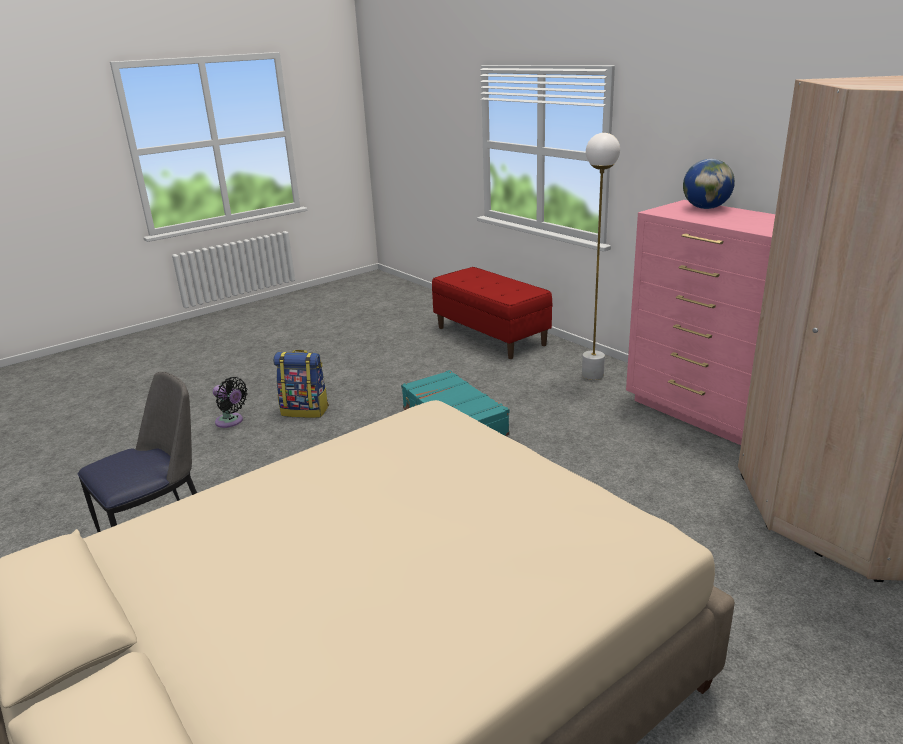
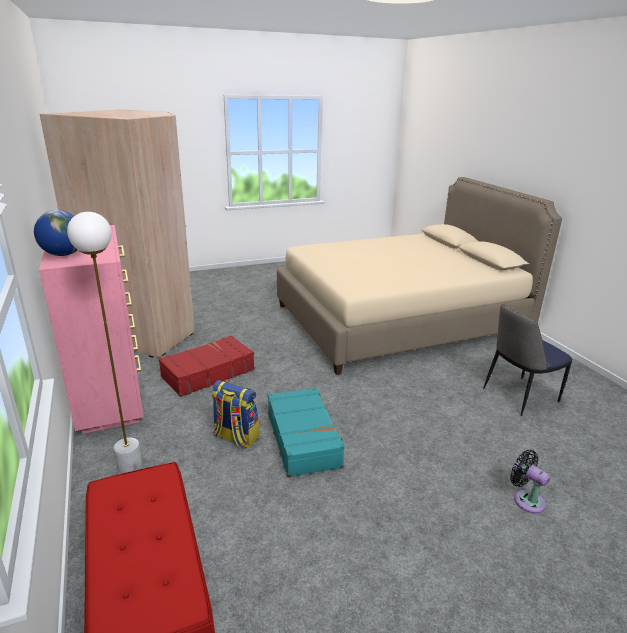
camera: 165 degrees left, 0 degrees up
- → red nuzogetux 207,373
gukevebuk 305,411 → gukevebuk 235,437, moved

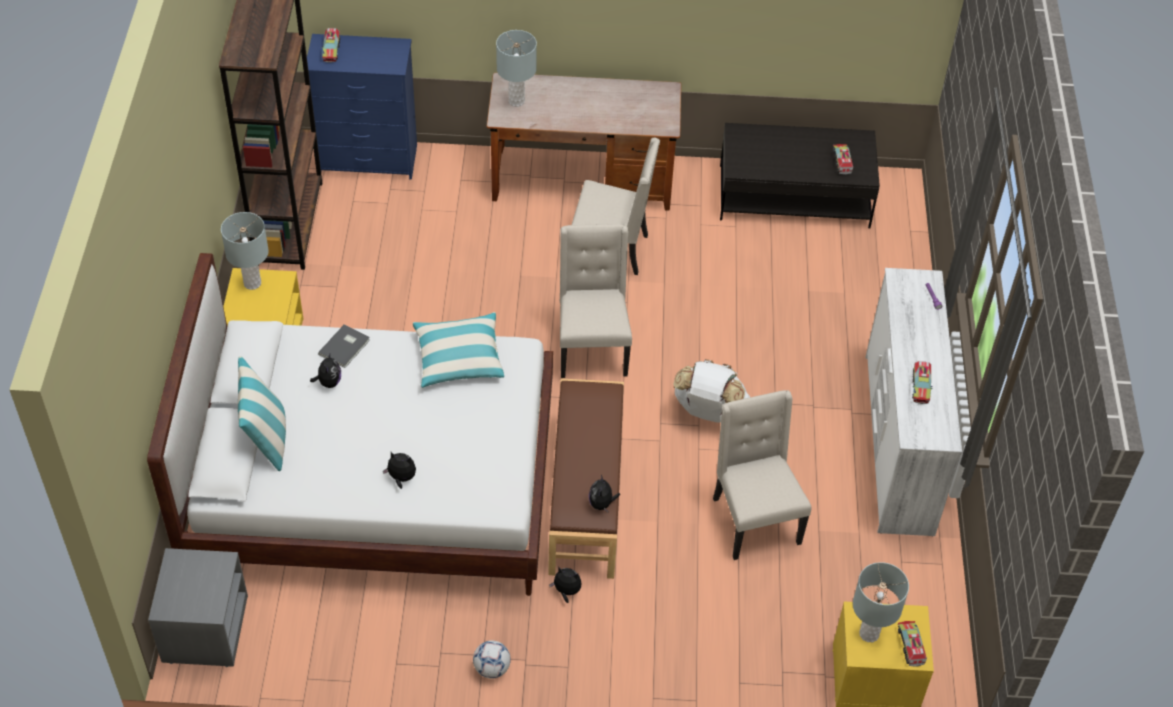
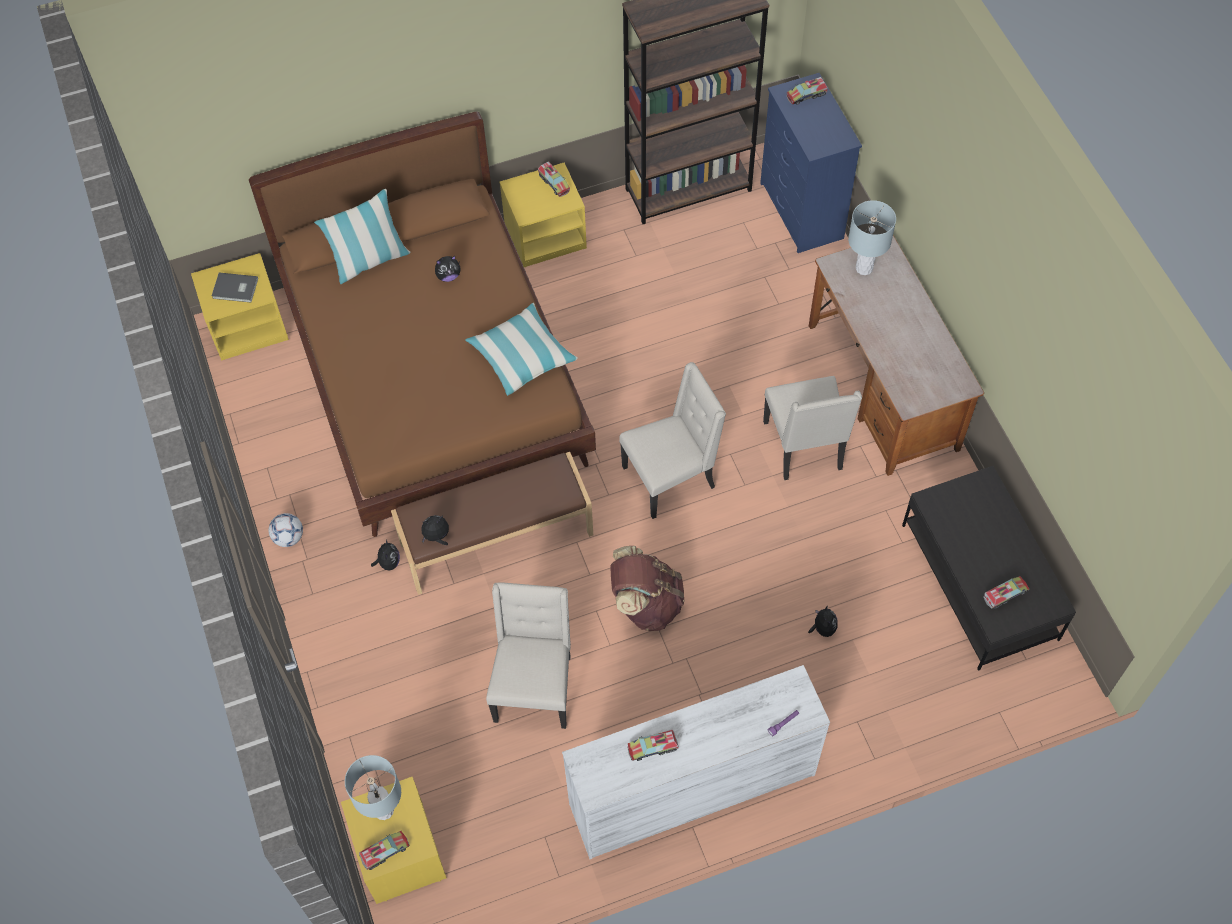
camera: 70 degrees right, 10 degrees up
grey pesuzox 345,347 → grey pesuzox 235,289, moved
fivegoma 401,478 → fivegoma 823,628, moved
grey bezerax 252,283 → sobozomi 554,183
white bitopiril 374,484 → brown bitopiril 436,376
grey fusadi 204,628 → yellow fusadi 248,326
white gukevebuk 708,411 → brown gukevebuk 646,603
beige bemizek 753,520 → beige bemizek 534,687, 45 degrees counterclockwise

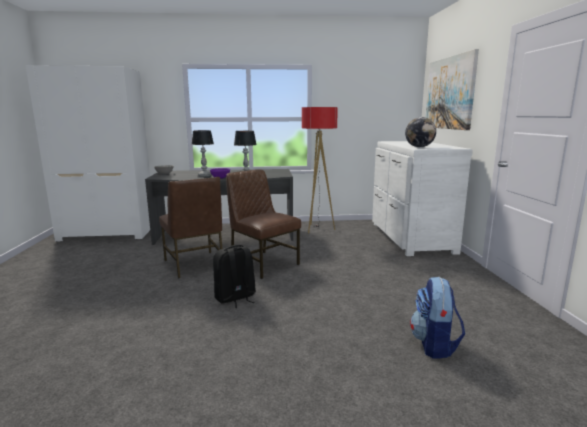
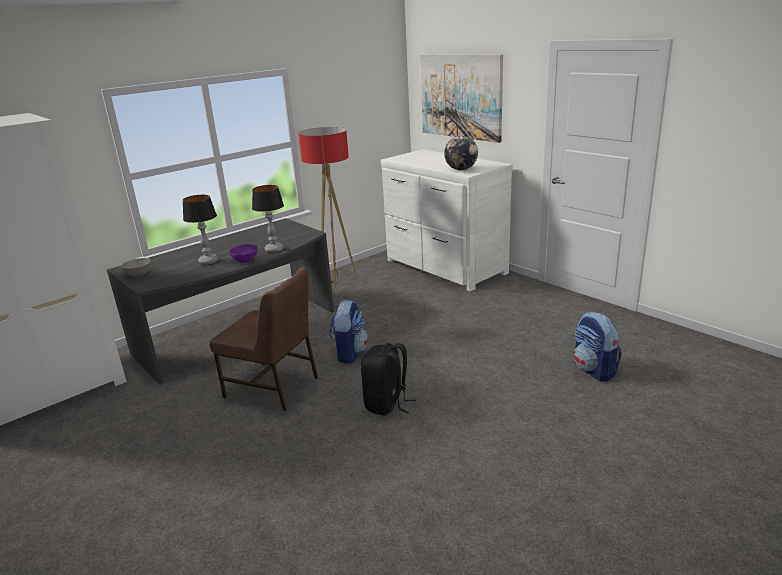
camera: 35 degrees left, 10 degrees up
brown bemizek 263,263 → gukevebuk 349,353

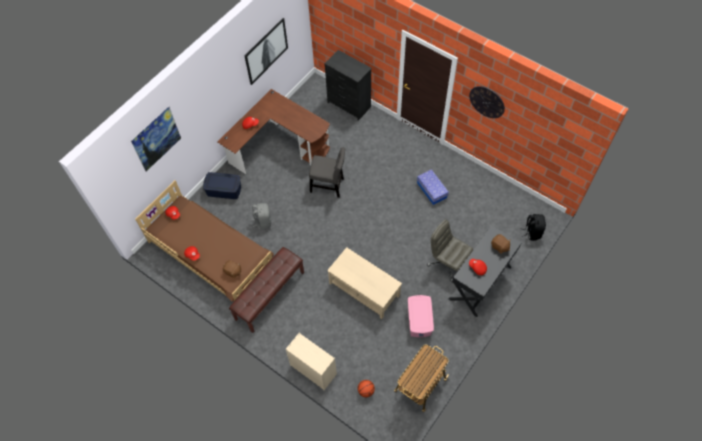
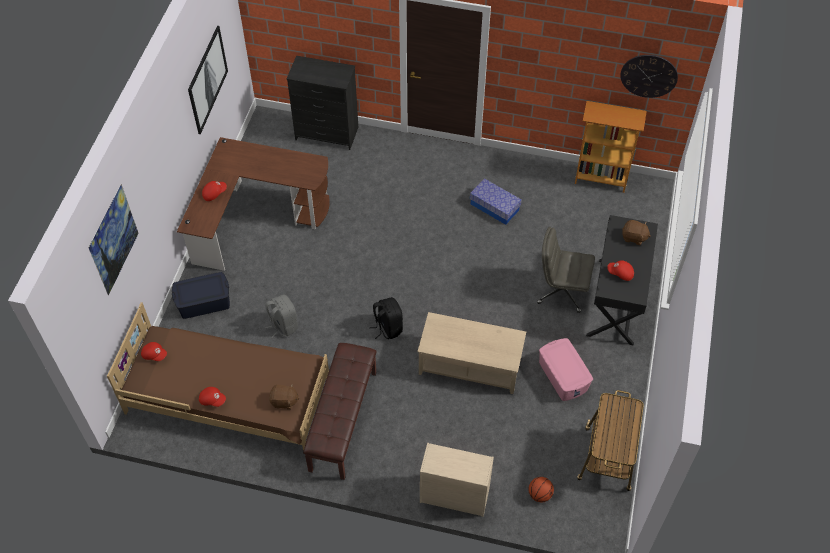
camera: 25 degrees left, 5 degrees down
grey bemizek 329,186 → -
- → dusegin 601,178
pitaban 487,102 → pitaban 649,75, moved
black gukevebuk 532,232 → black gukevebuk 387,327, moved

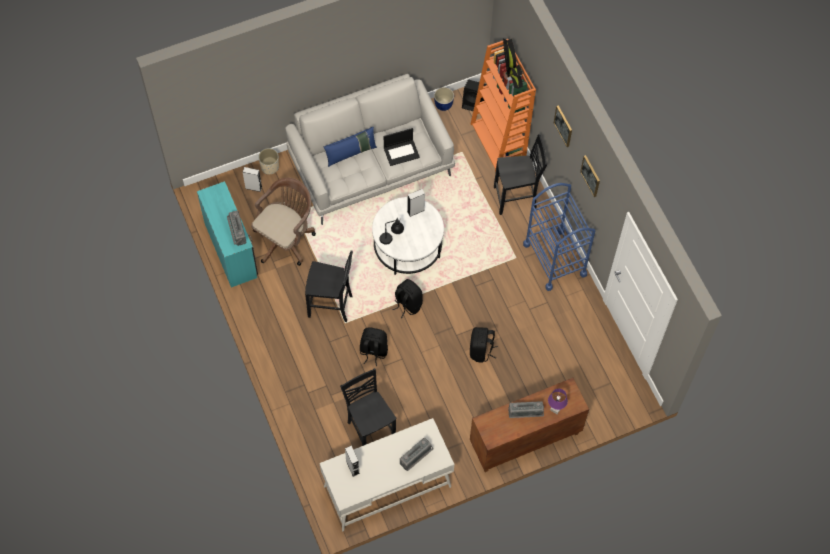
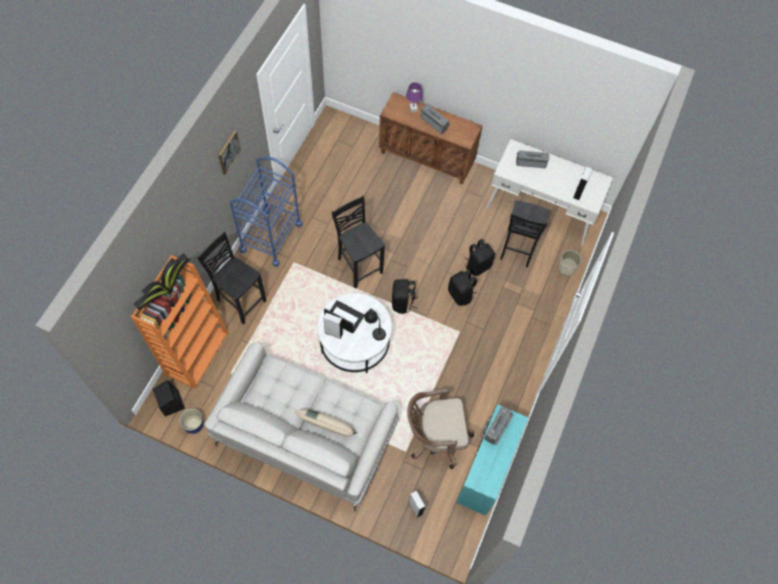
camera: 135 degrees left, 0 degrees up
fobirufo 563,126 → -
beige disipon 270,167 → beige disipon 566,268, moved
black bemizek 331,306 → black bemizek 359,265, moved
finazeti 401,152 → finazeti 344,317, moved
black gukevebuk 481,351 → black gukevebuk 478,265, moved
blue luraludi 351,153 → beige luraludi 327,426

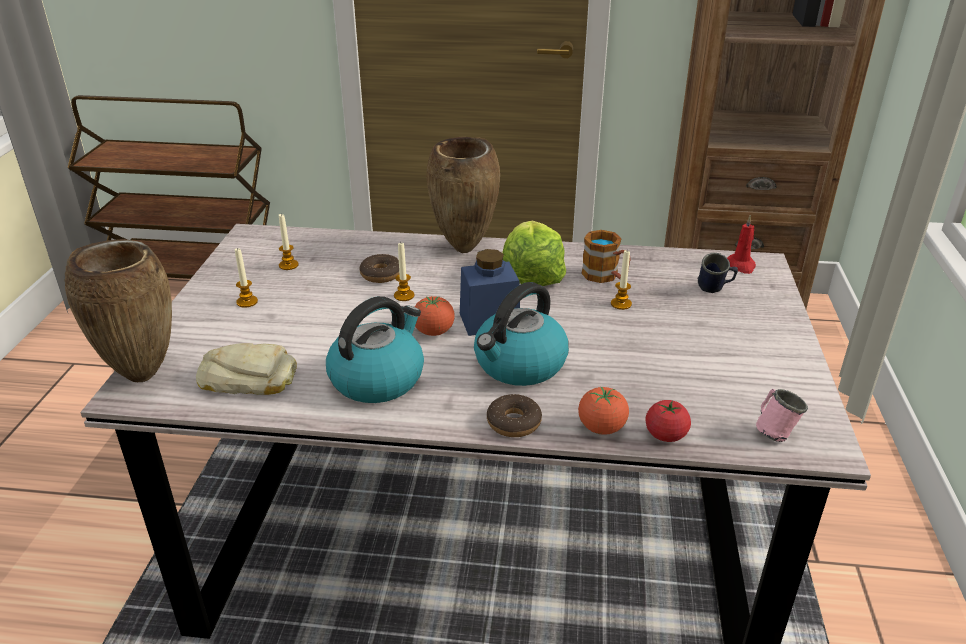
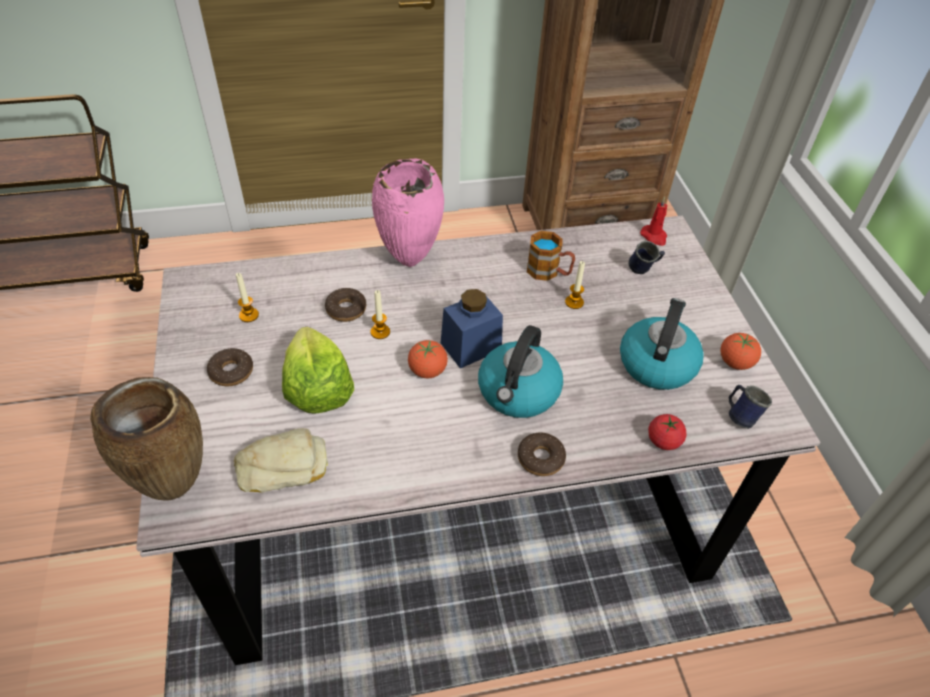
camera: 20 degrees left, 15 degrees up
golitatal 378,378 → golitatal 657,363, moved
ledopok 531,275 → ledopok 317,389, moved
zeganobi 601,428 → zeganobi 735,362, moved
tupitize 247,302 → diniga 231,372
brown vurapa 465,249 → pink vurapa 410,262
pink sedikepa 773,430 → blue sedikepa 740,416

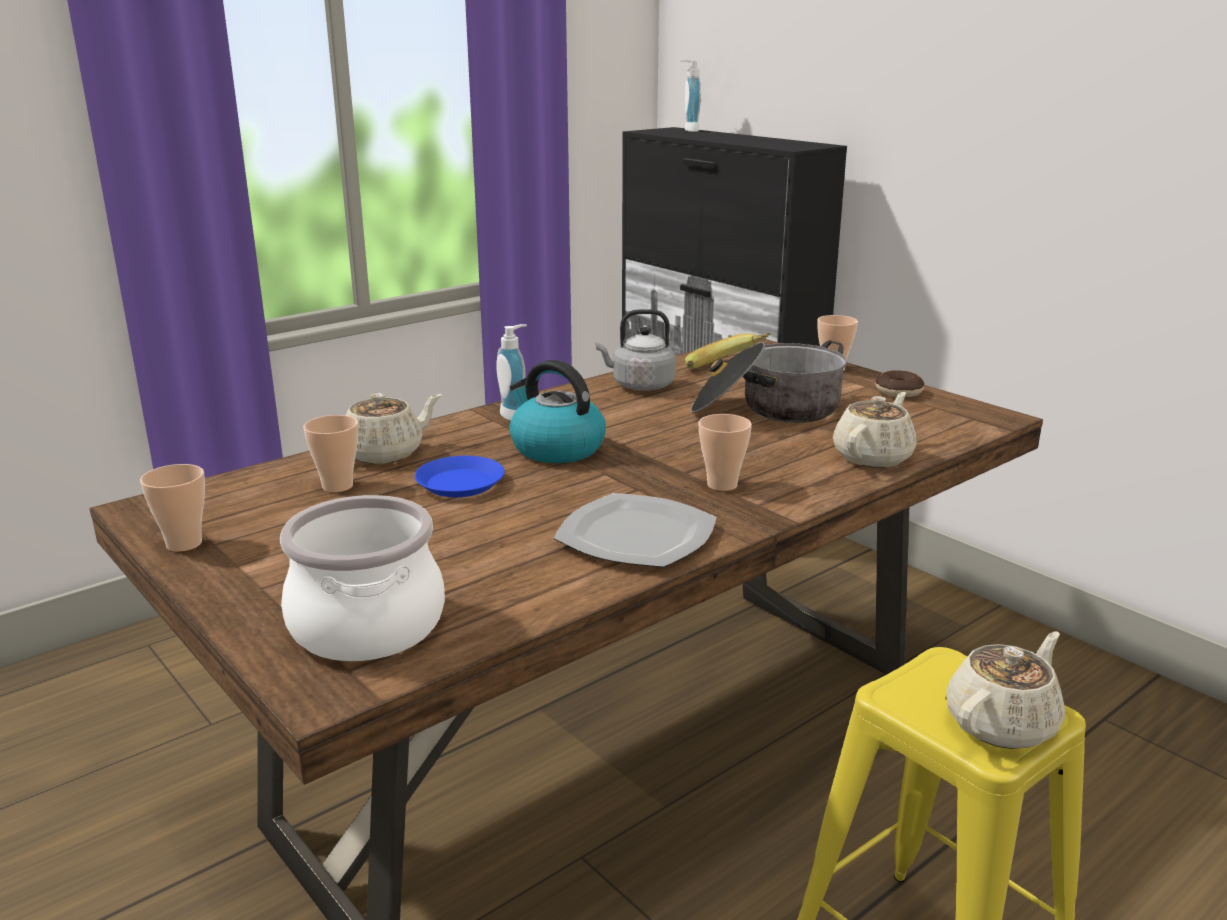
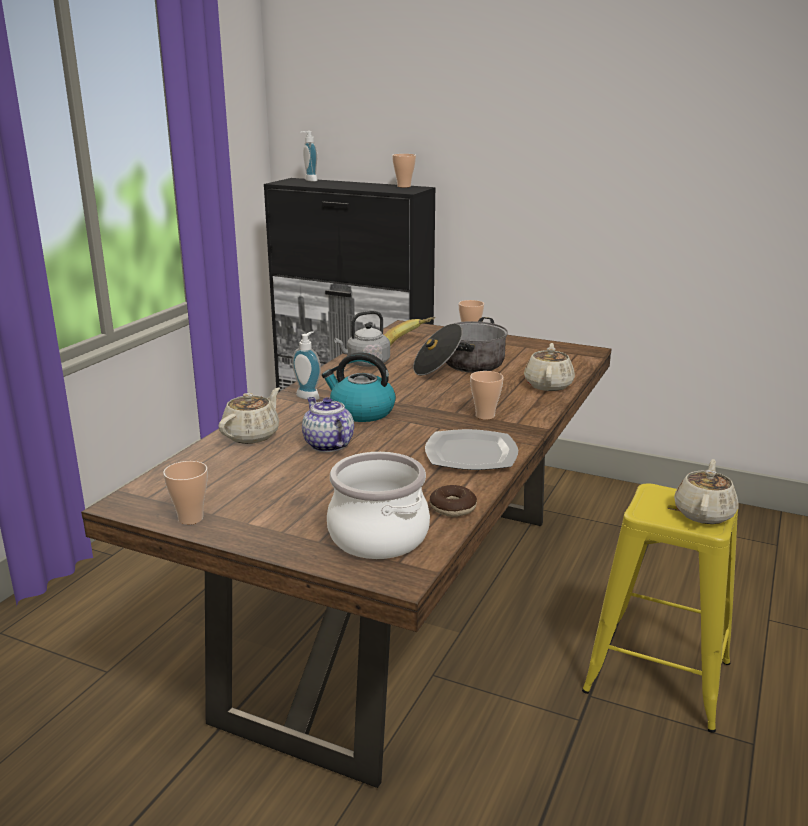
camera: 25 degrees left, 0 degrees up
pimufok 337,486 → pimufok 404,186, moved
diniga 898,392 → diniga 452,508, moved
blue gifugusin 459,483 → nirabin 327,444

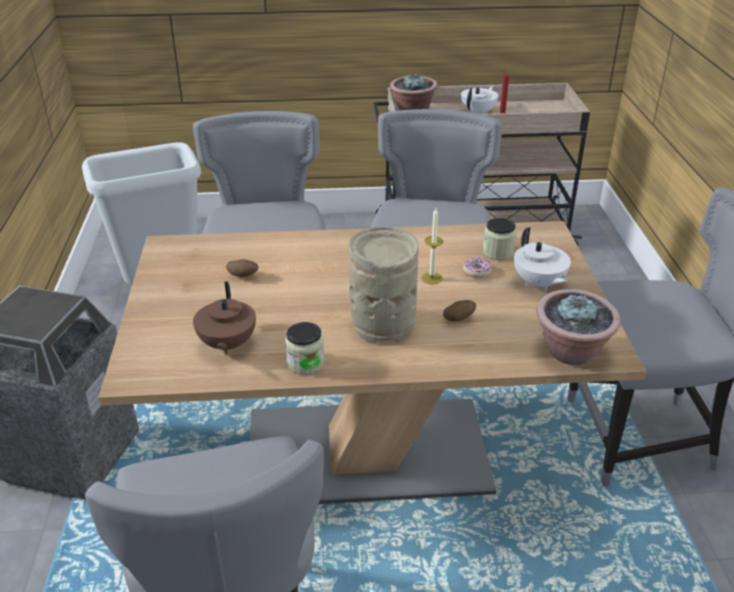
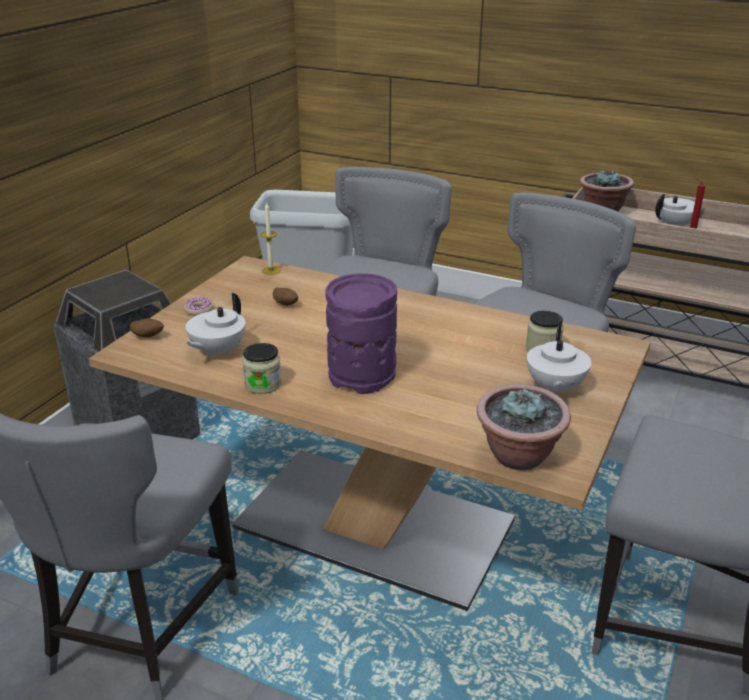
camera: 30 degrees right, 5 degrees down
tupitize 431,278 → tupitize 271,271, moved
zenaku 458,319 → zenaku 148,336, moved
diniga 476,271 → diniga 199,310, moved
brown nirabin 227,344 → white nirabin 217,351
beige vurapa 383,323 → purple vurapa 362,375

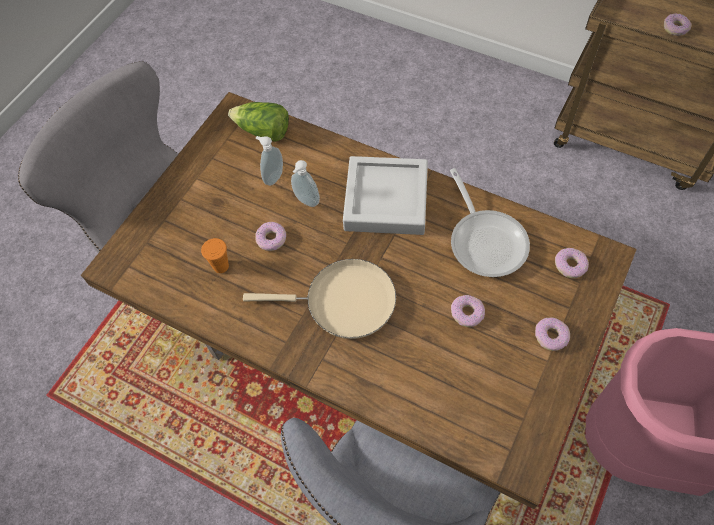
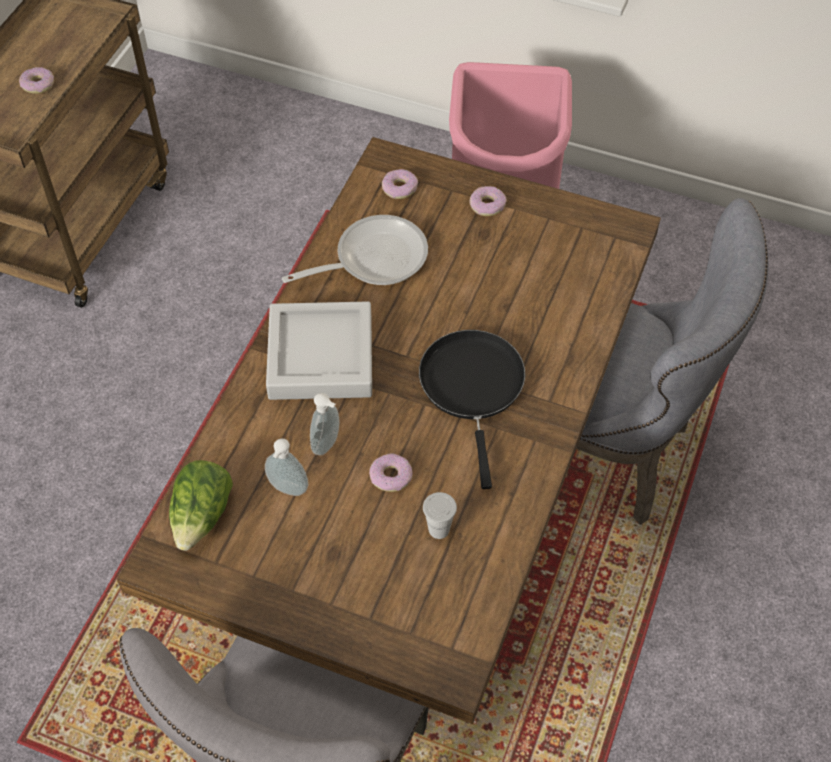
camera: 100 degrees left, 5 degrees down
diniga 467,313 → -
orange pimufok 221,266 → white pimufok 439,529
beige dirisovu 344,302 → black dirisovu 473,387

